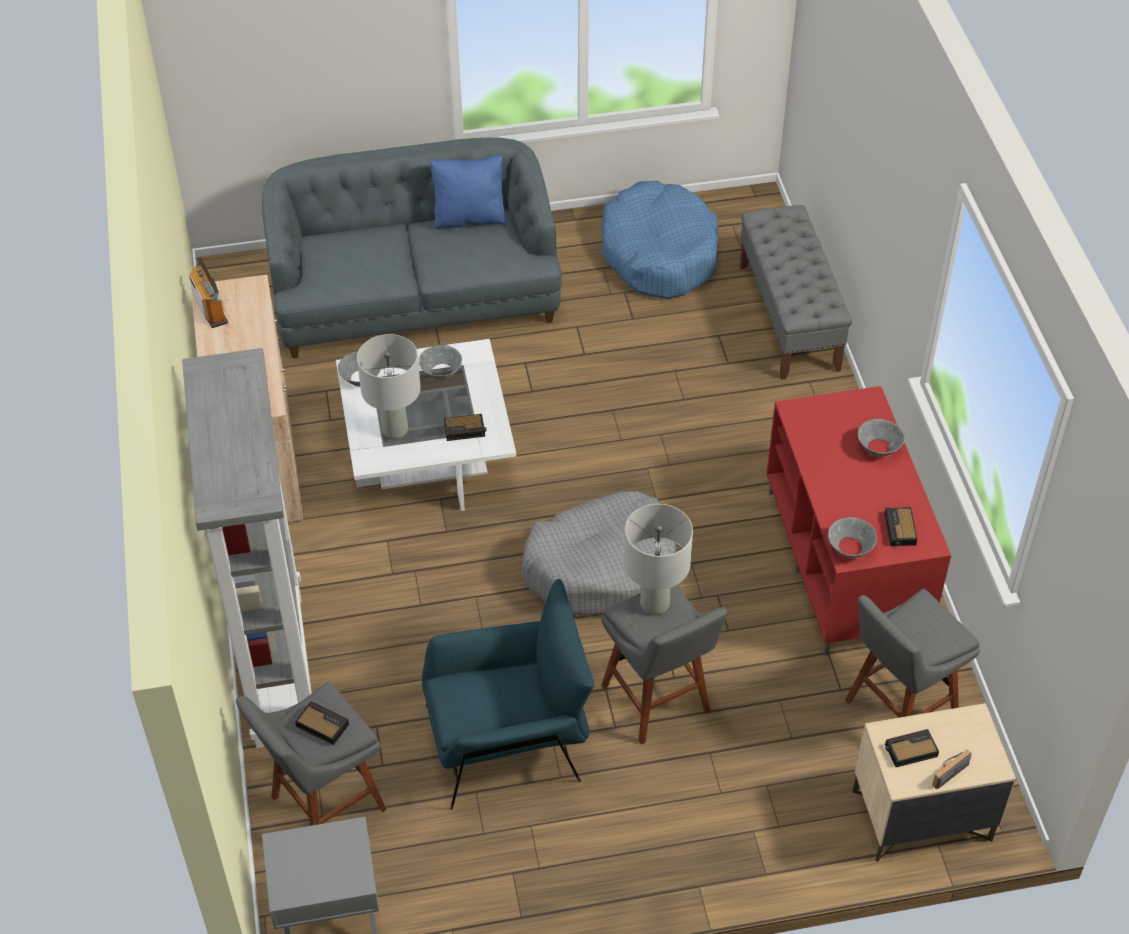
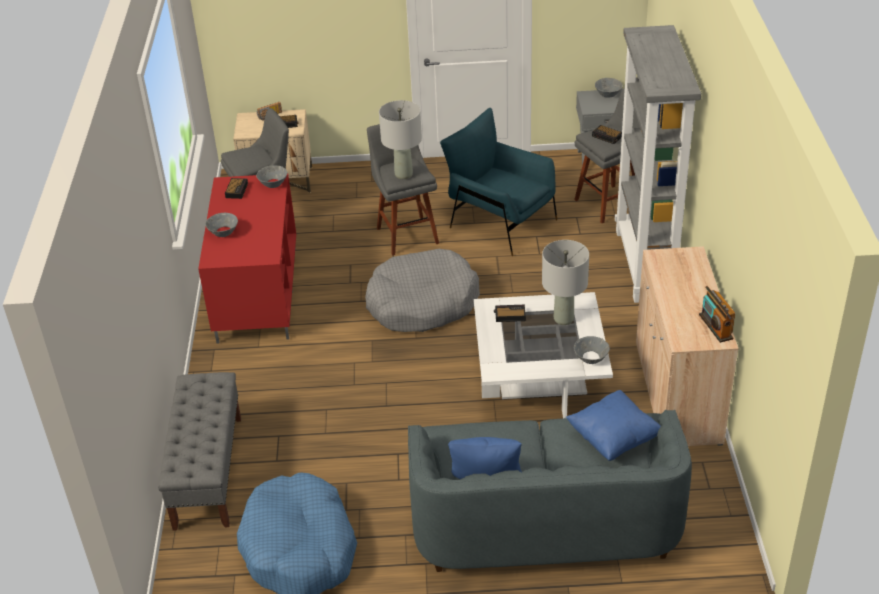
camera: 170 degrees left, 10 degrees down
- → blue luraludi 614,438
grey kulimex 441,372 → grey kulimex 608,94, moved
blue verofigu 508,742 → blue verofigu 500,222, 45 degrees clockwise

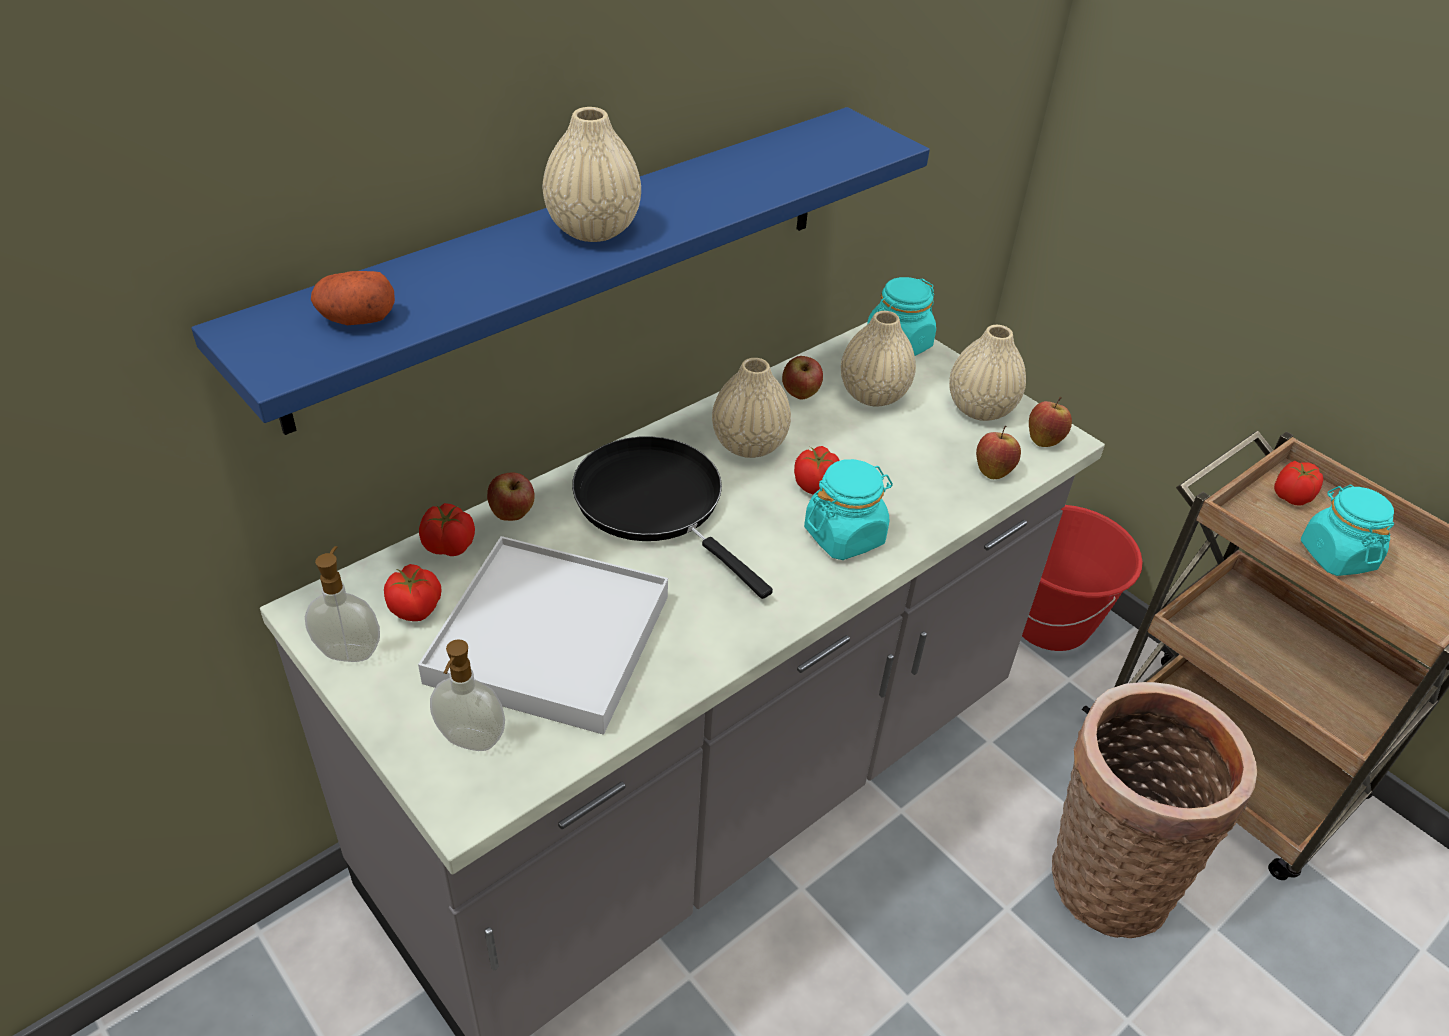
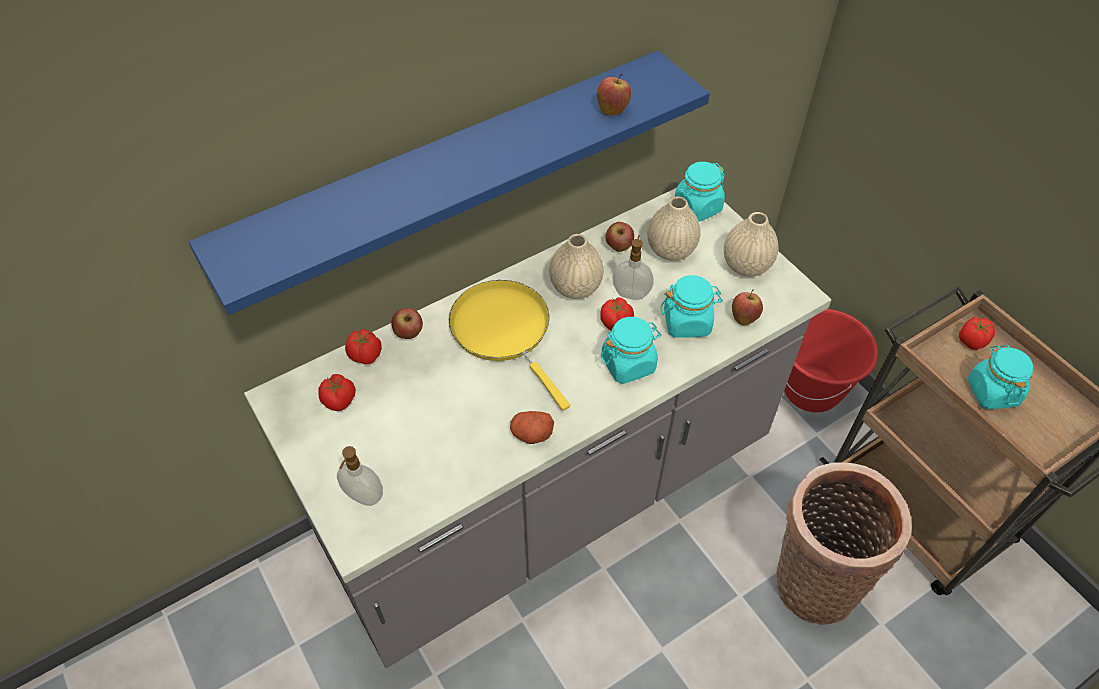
camera: 10 degrees right, 10 degrees up
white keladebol 550,639 → -
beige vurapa 593,229 → -
- → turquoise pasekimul 687,322
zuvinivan 350,651 → zuvinivan 631,293, moved
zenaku 355,318 → zenaku 531,434, moved
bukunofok 1044,440 → bukunofok 612,110, moved
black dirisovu 655,504 → yellow dirisovu 504,331

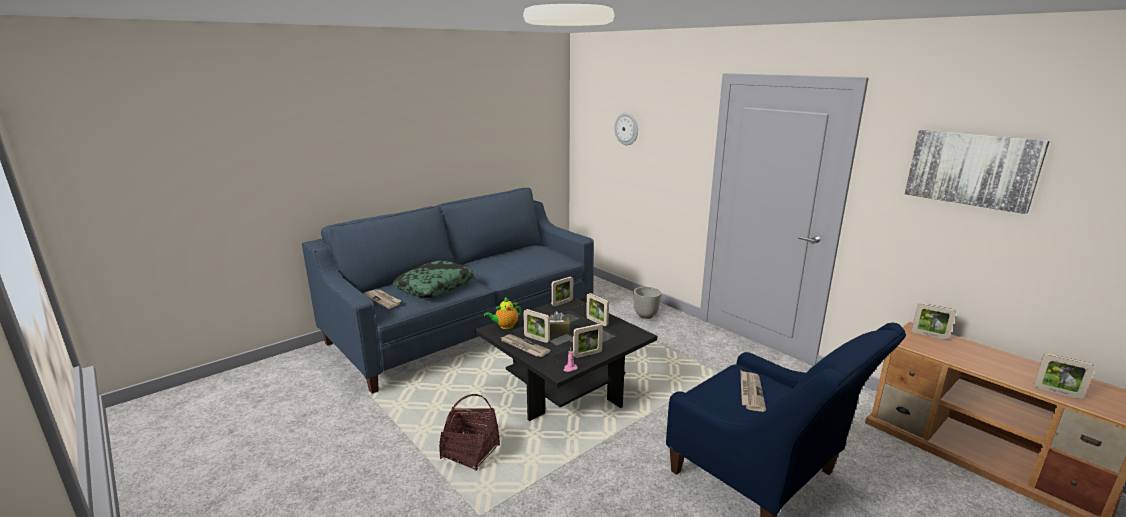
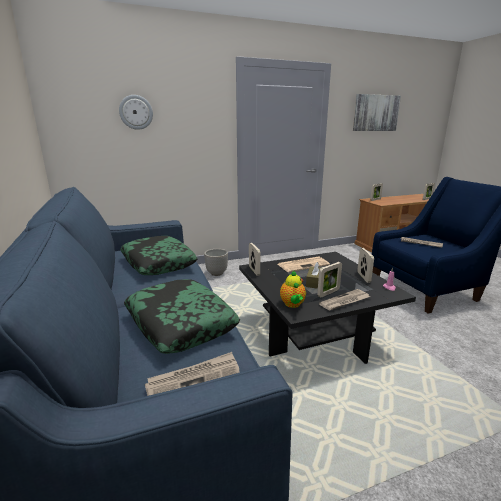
camera: 70 degrees left, 0 degrees up
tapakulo 470,452 → -
- → luraludi 158,263
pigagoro 597,322 → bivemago 303,264

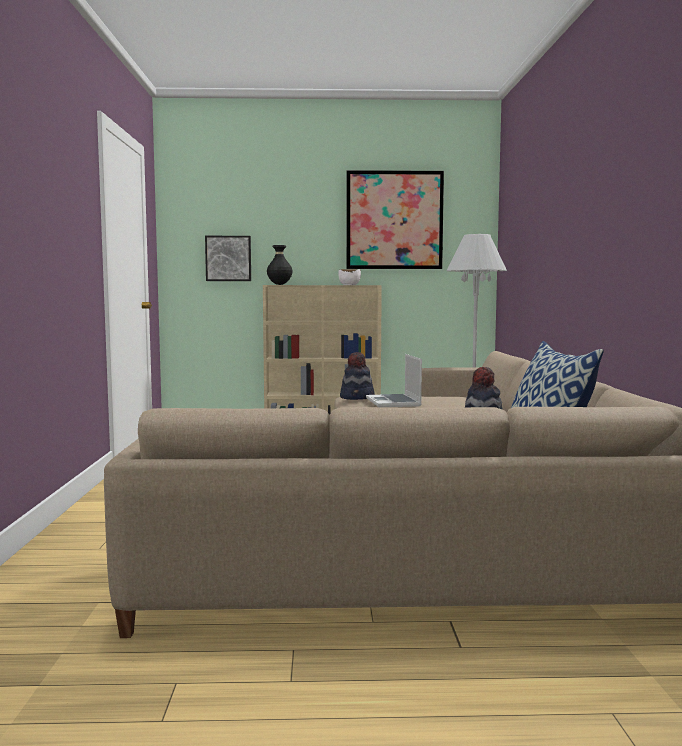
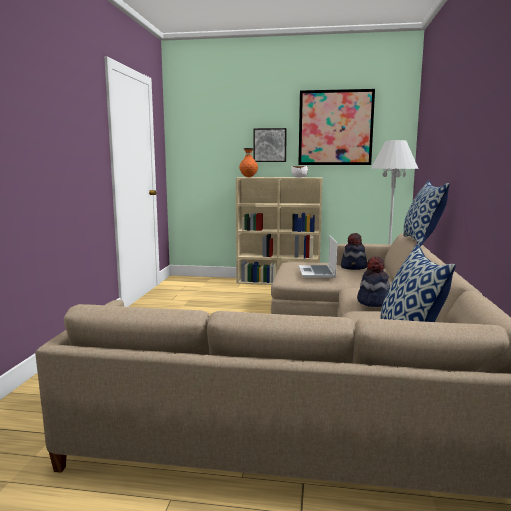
camera: 10 degrees right, 5 degrees up
- → luraludi 422,241
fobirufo 228,258 → fobirufo 270,145, moved
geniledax 357,398 → geniledax 354,267, moved
black vurapa 279,284 → orange vurapa 248,177

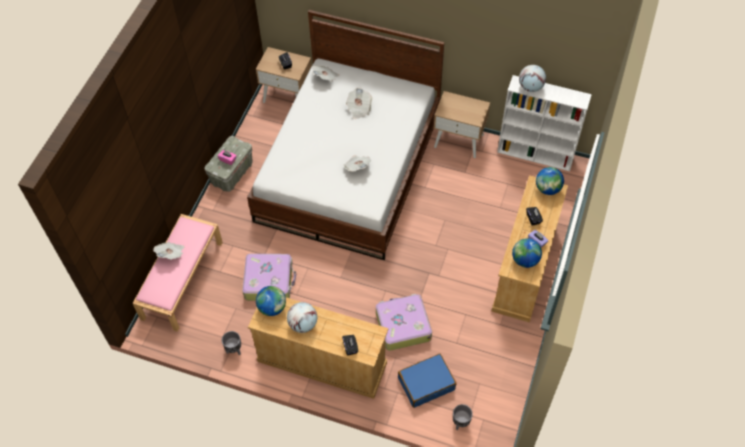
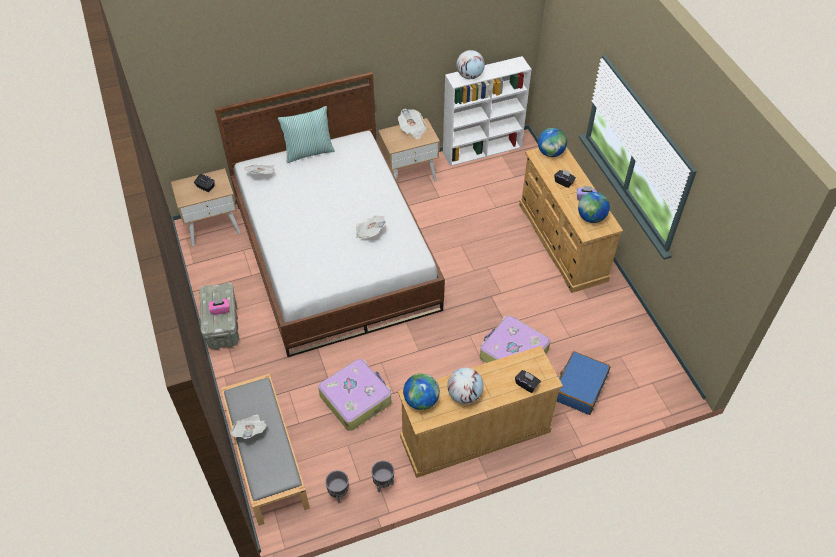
camera: 40 degrees left, 5 degrees down
- → luraludi 308,151
bivemago 359,108 → bivemago 412,129, moved
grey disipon 460,423 → grey disipon 339,494, moved
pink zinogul 182,279 → grey zinogul 266,456

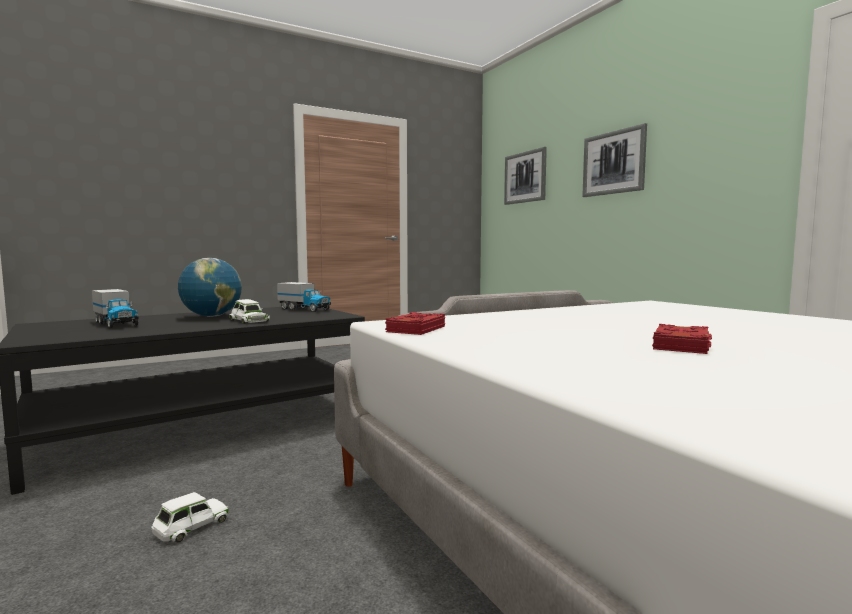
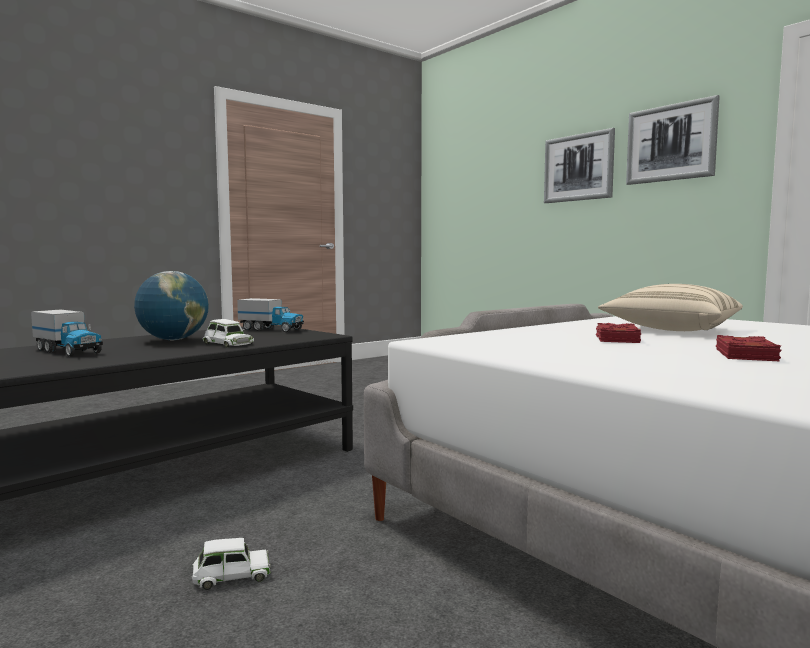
camera: 10 degrees left, 0 degrees up
- → beige luraludi 670,330
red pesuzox 415,329 → red pesuzox 616,339, moved
fobirufo 525,177 → fobirufo 670,143, moved
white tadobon 191,526 → white tadobon 231,575, 45 degrees clockwise

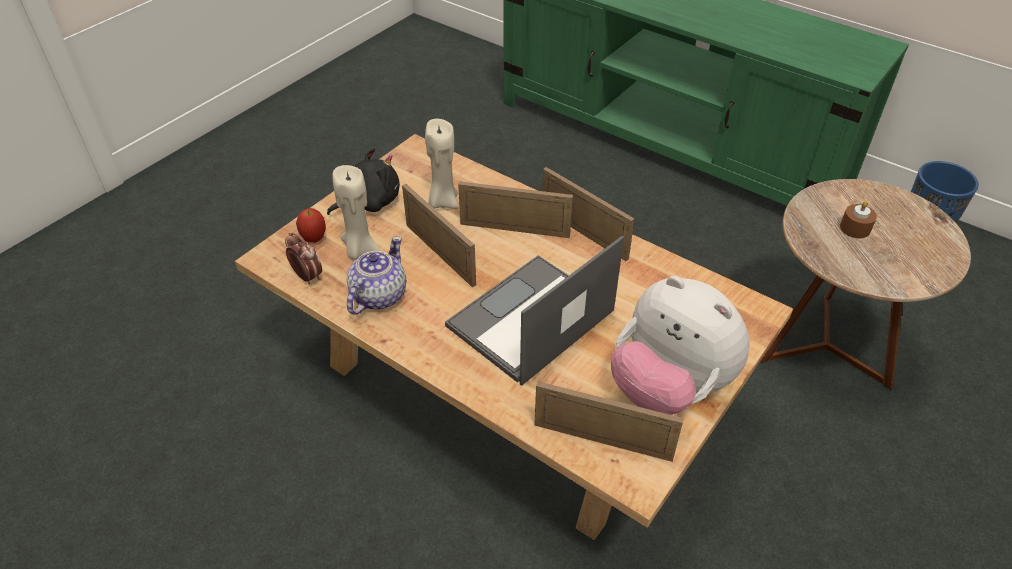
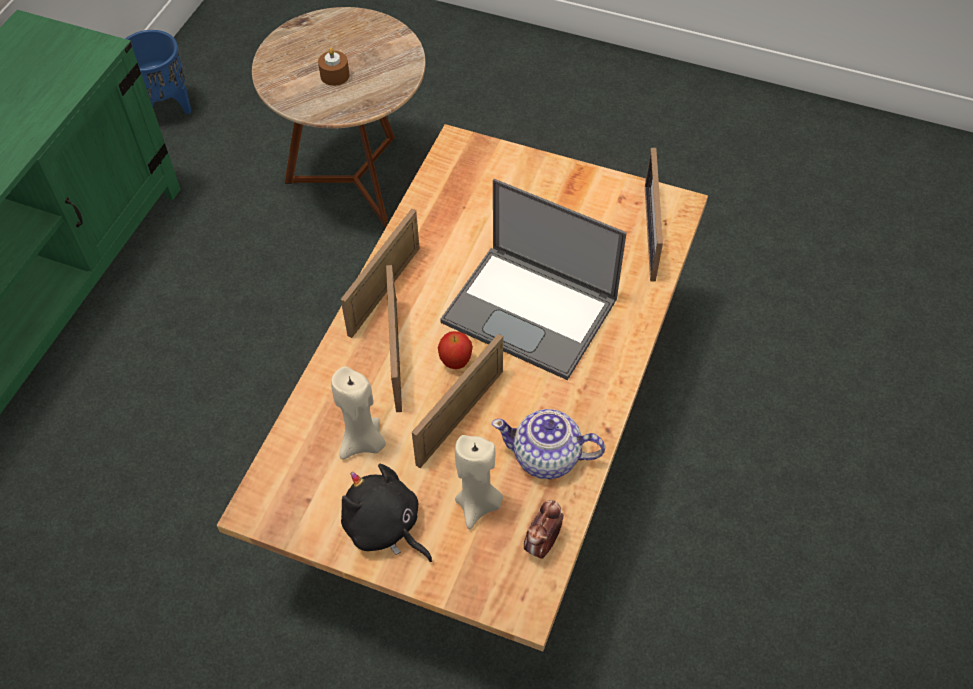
camera: 105 degrees left, 10 degrees up
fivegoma 669,387 → -
bukunofok 314,239 → bukunofok 455,362, moved

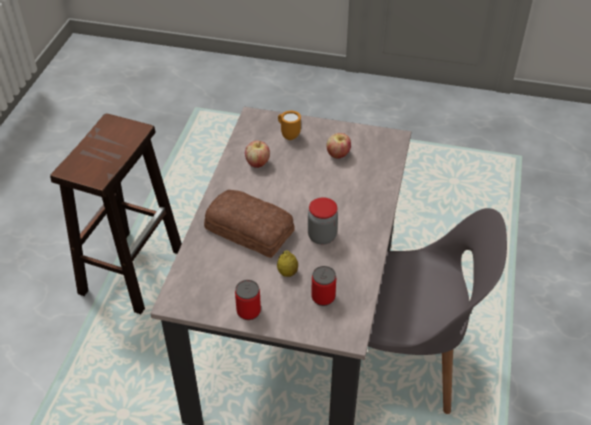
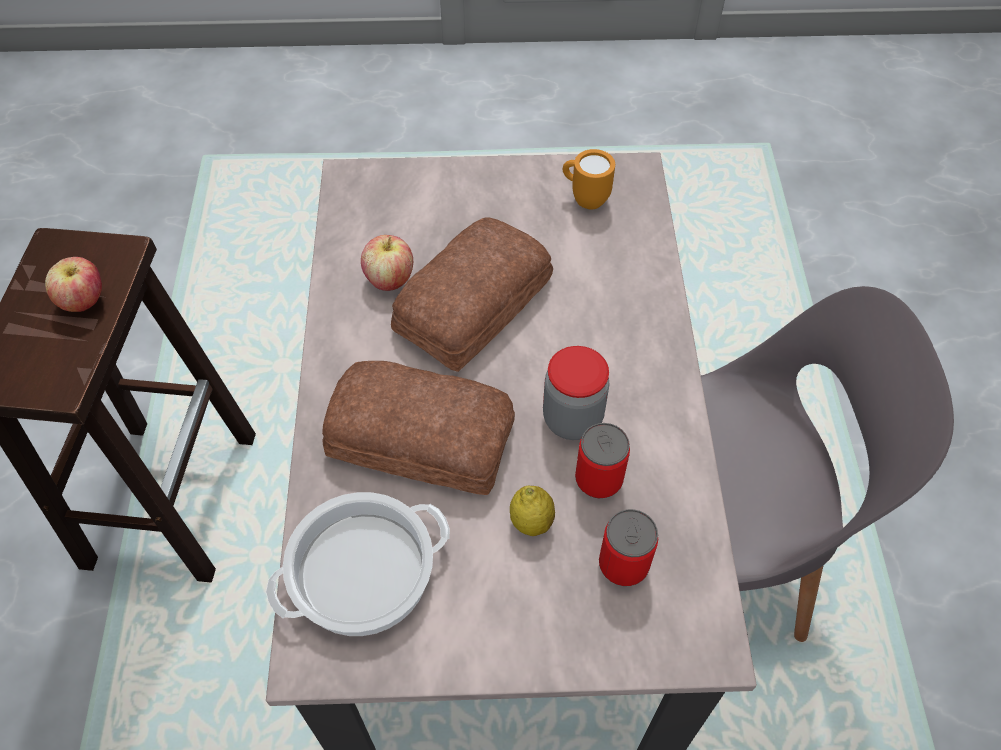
camera: 15 degrees left, 10 degrees up
- → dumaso 361,573
- → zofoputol 469,304
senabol 248,311 → senabol 598,479, moved
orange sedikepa 288,135 → orange sedikepa 585,198, moved
bukunofok 338,155 → bukunofok 84,301, moved

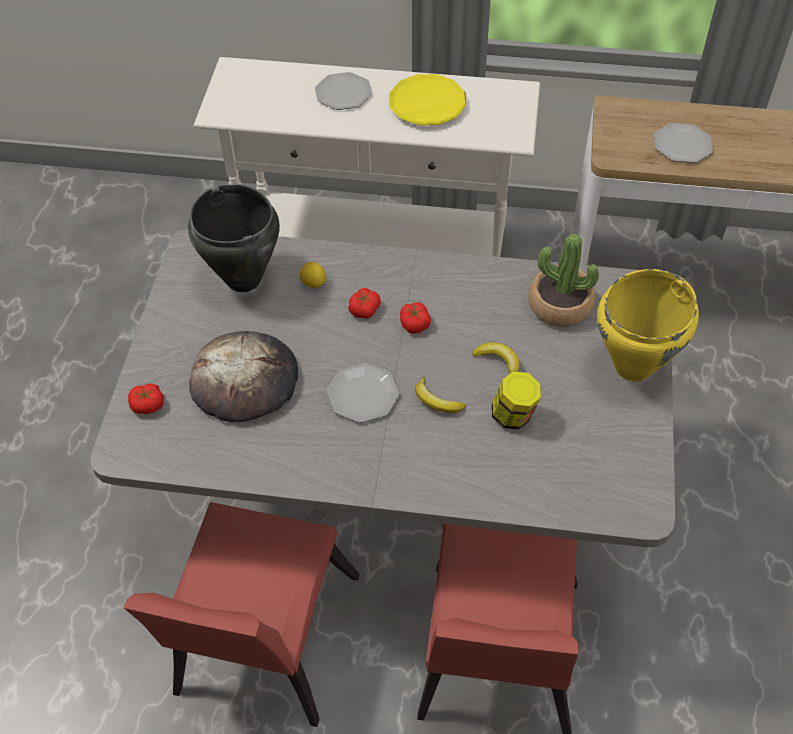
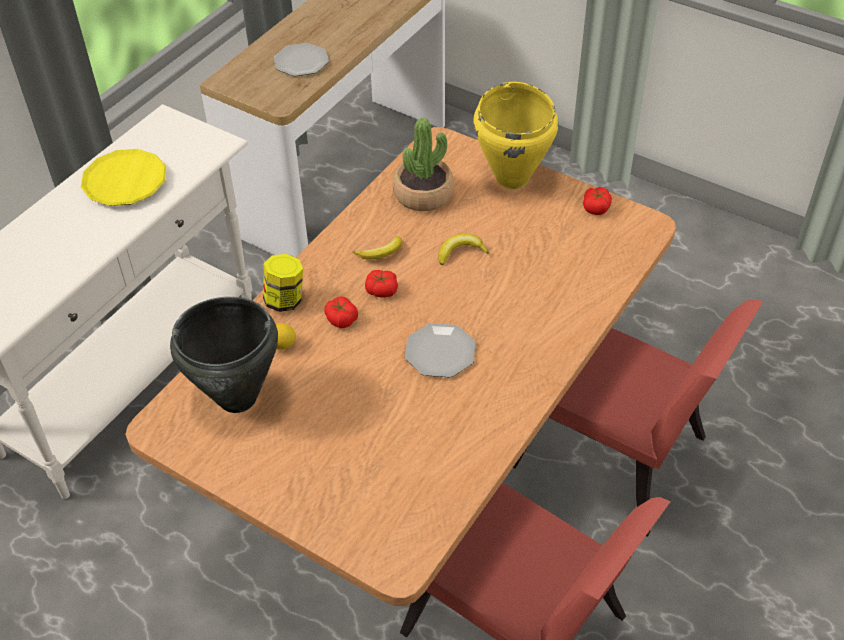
camera: 65 degrees left, 5 degrees down
zofoputol 245,380 → -
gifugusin 344,93 → -
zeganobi 148,405 → zeganobi 596,207, moved
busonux 436,401 → busonux 381,253, moved
pasekimul 513,416 → pasekimul 285,300, moved
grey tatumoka 399,496 → brown tatumoka 424,467

